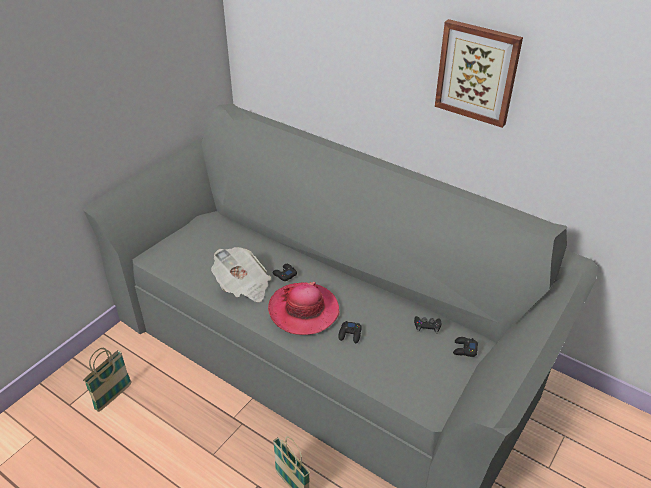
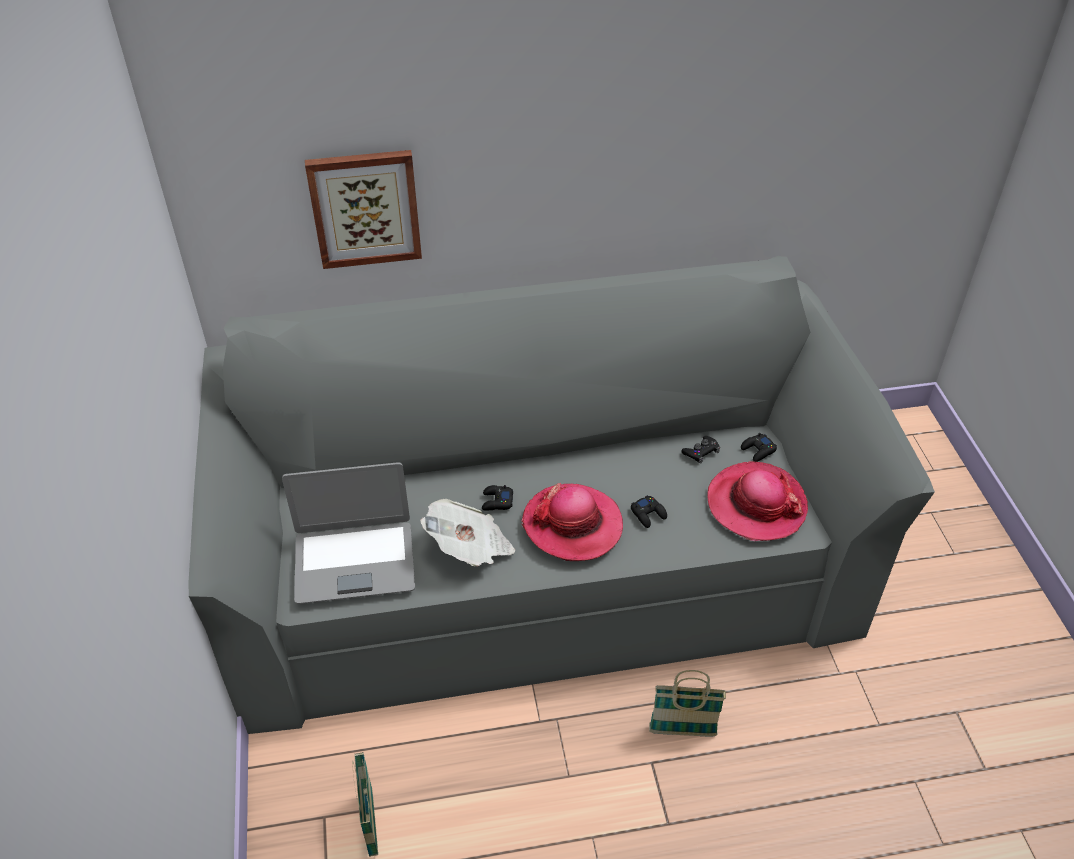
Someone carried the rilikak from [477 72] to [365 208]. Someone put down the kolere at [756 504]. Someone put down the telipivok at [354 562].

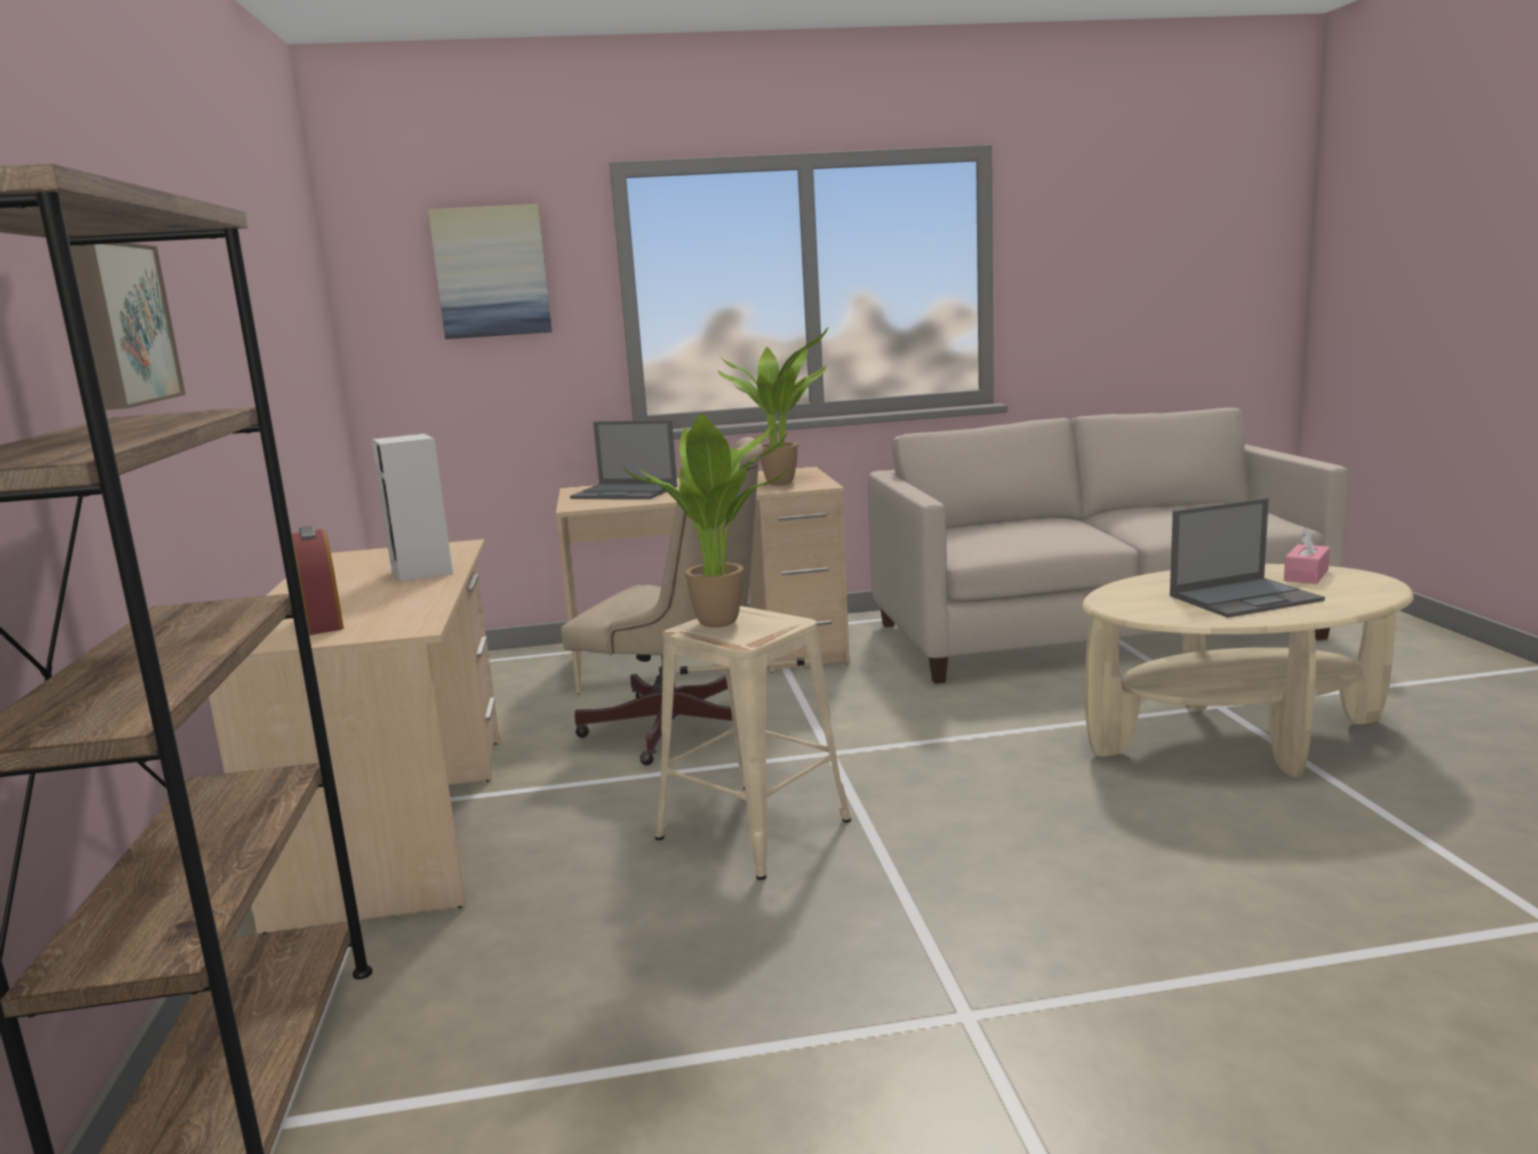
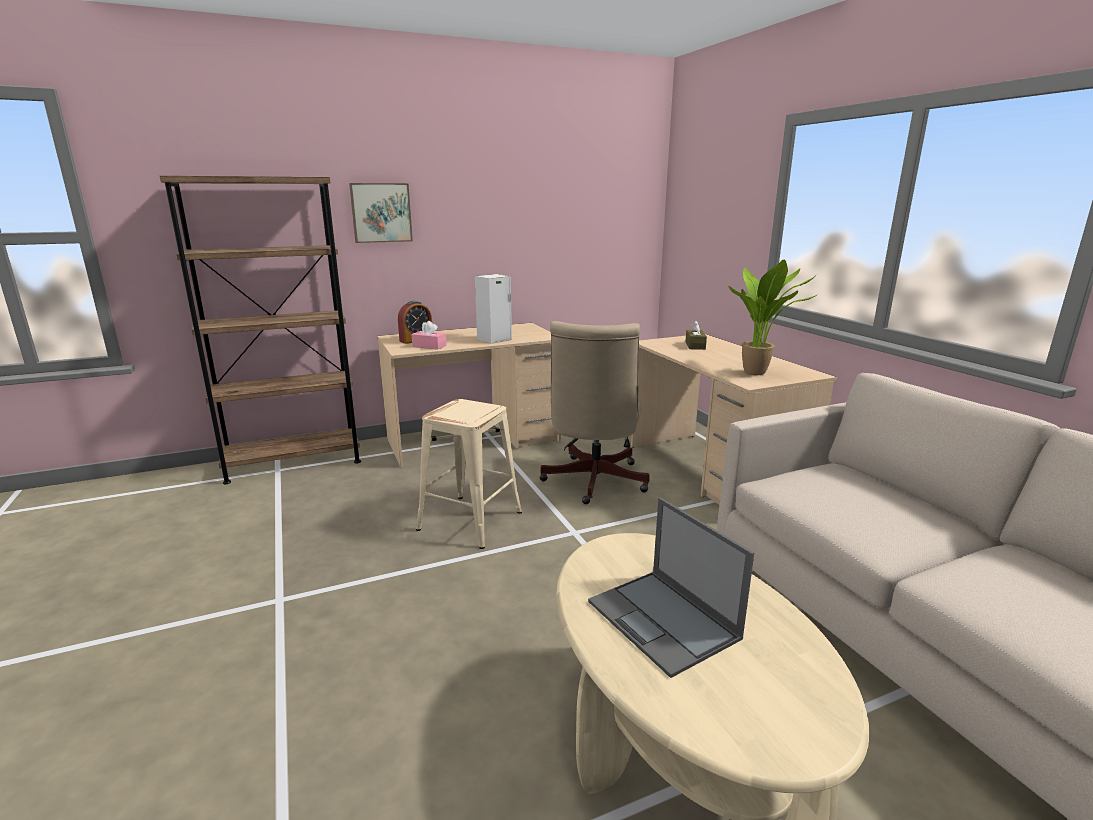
Someone took away the rilikak at [491 272]. Someone took away the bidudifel at [725 623]. Someone swapped the telipivok at [626 492] for the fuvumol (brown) at [695 345]. Someone carried the fuvumol (pink) from [1306 575] to [429 346].

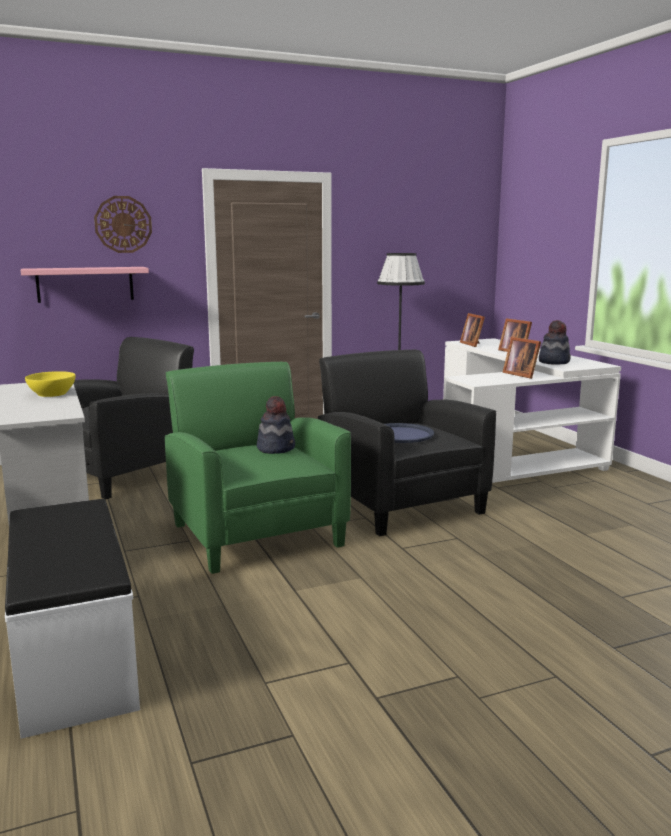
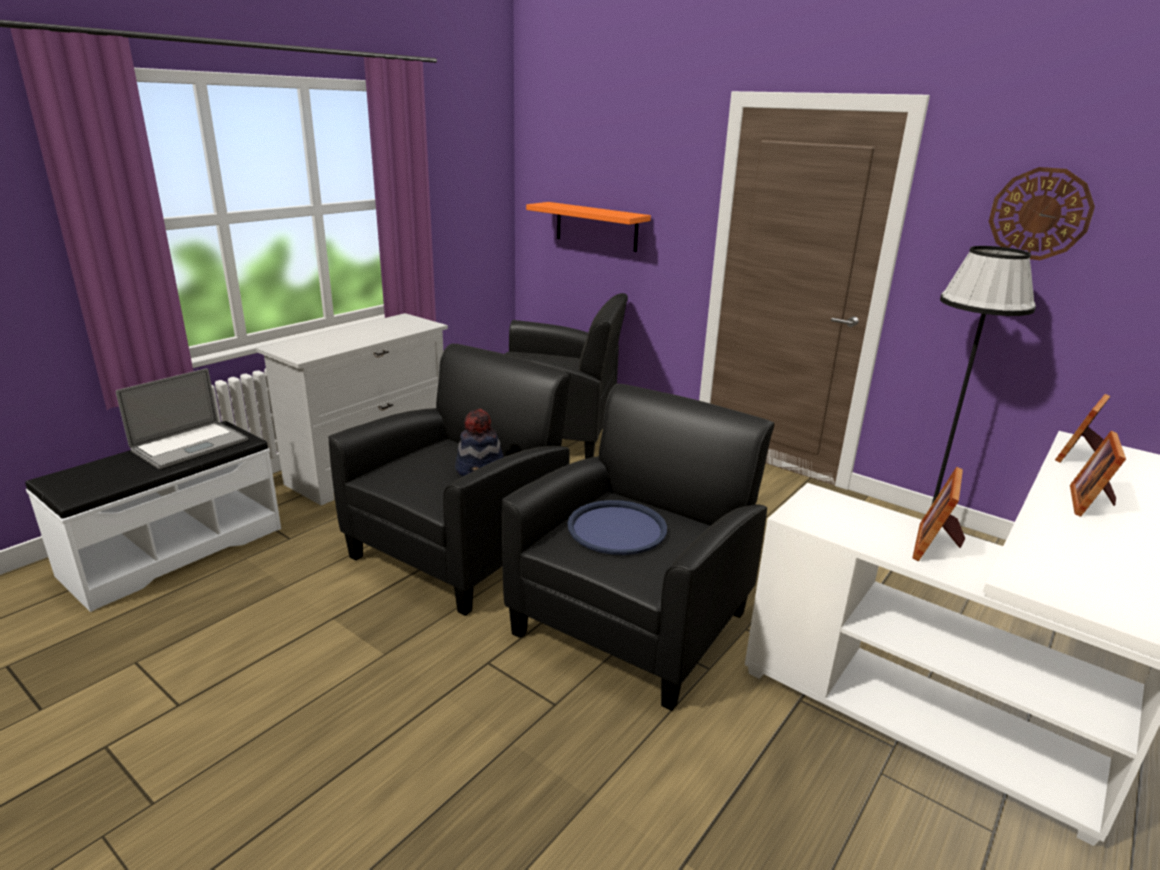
Someone carried the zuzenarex from [123 224] to [1040 214]. Someone repainted the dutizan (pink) at [85 284], which became the dutizan (orange) at [596 226]. Someone took away the kolere at [554 362]. Someone repainted the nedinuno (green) at [256 534], which became the nedinuno (black) at [460 549]. Someone took away the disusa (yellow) at [51 394]. Someone put down the telipivok at [190 445].

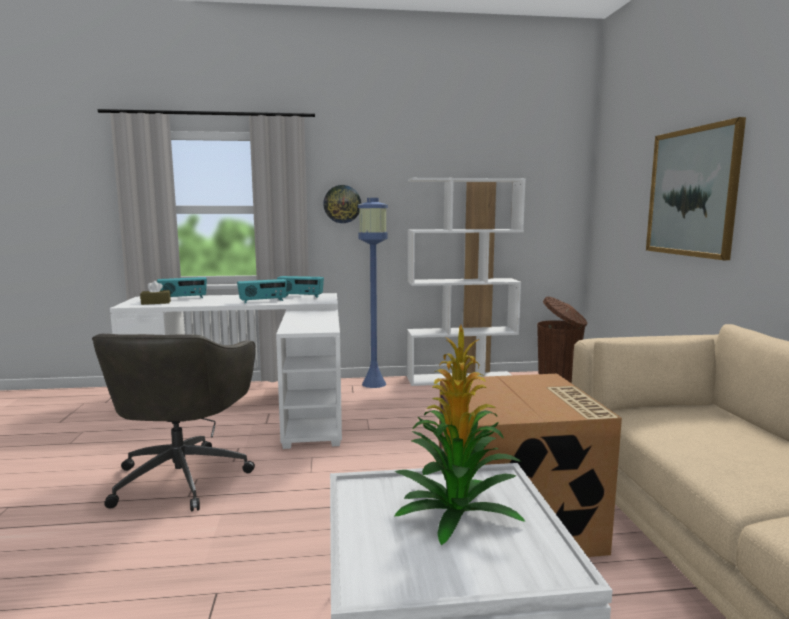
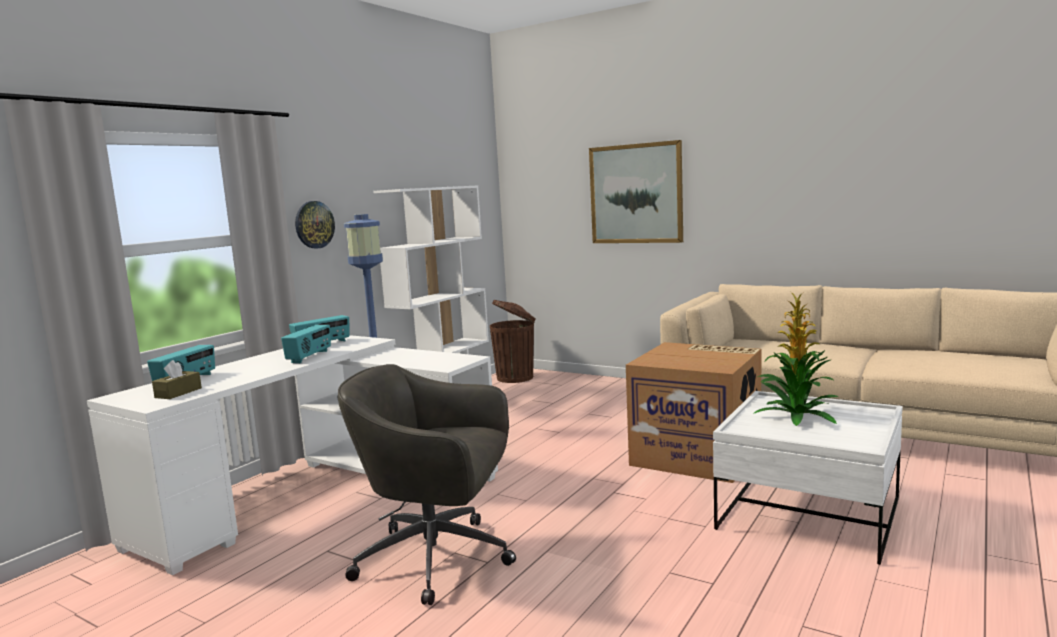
Someone rotated the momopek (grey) at [182 477] by 150 degrees clockwise.

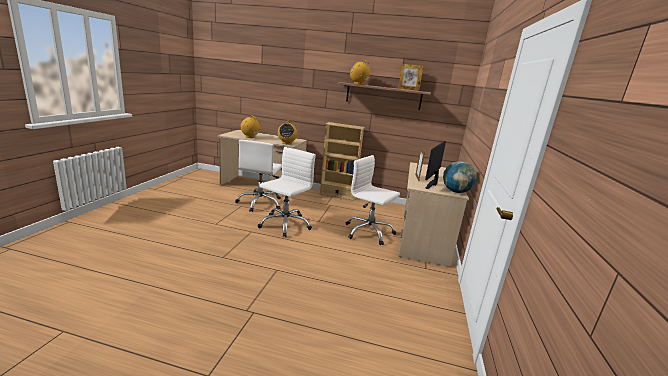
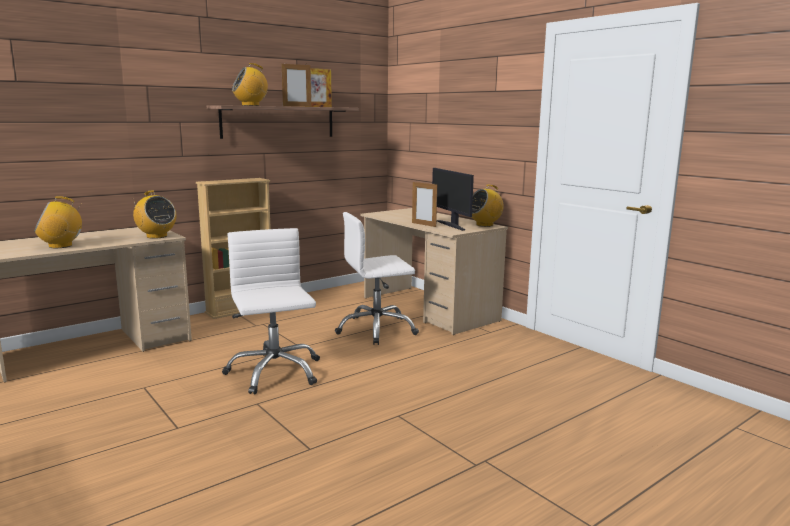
Someone took away the momopek (white) at [260 203]. Someone swapped the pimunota at [456 192] for the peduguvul at [485 225]. Someone put down the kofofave at [297 106].

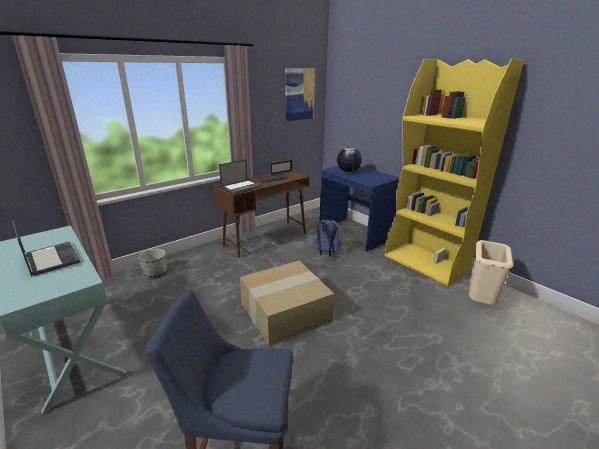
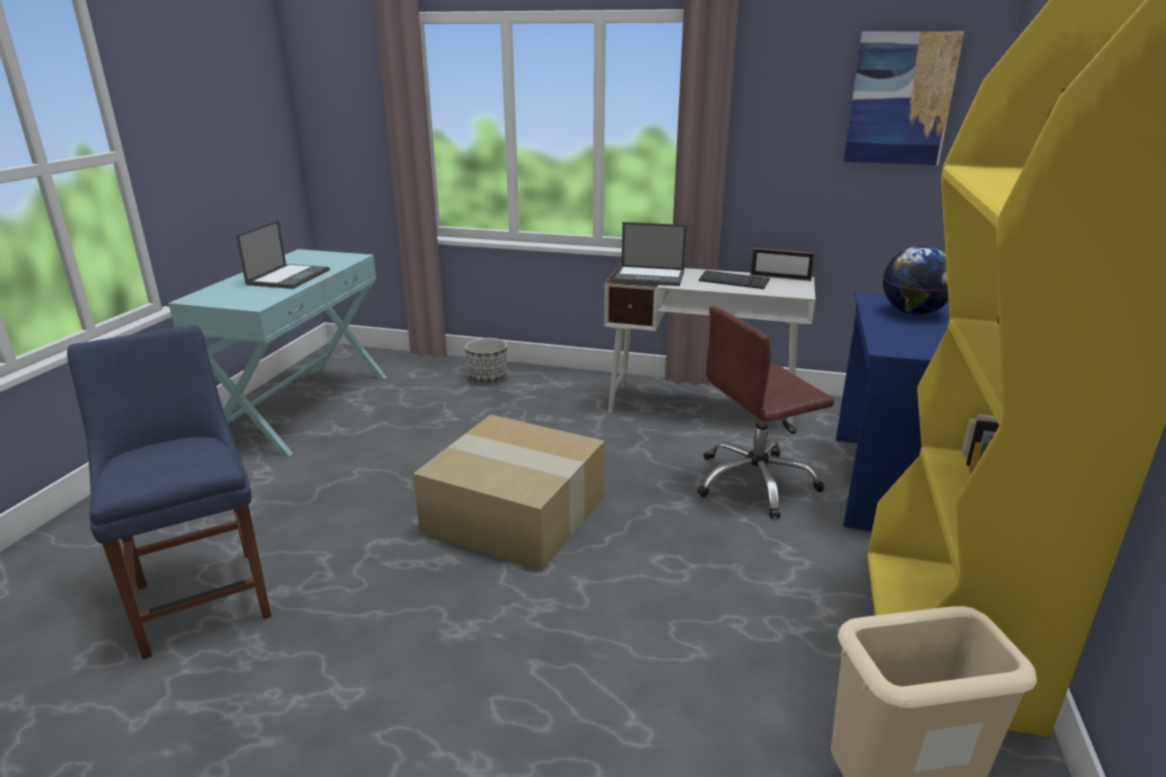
Someone repainted the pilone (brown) at [266 238], which became the pilone (white) at [702 408]. Someone swapped the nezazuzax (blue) at [326 253] for the momopek (brown) at [755 482].

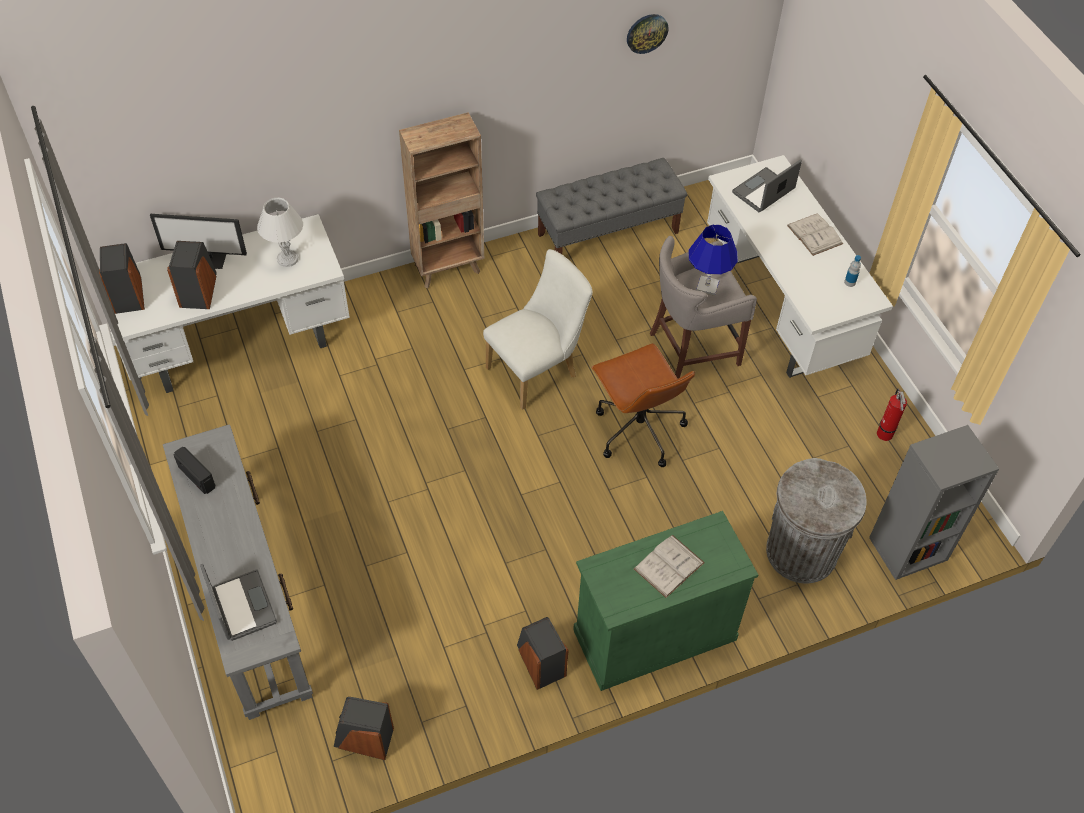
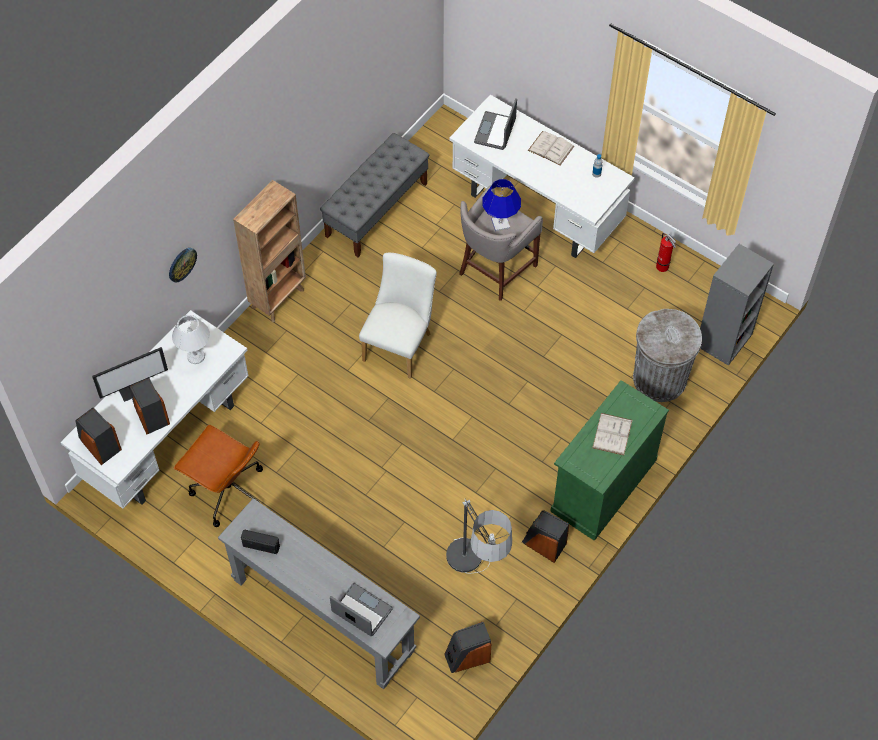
Someone carried the zuzenarex from [646 33] to [182 264]. Someone carried the momopek (brown) from [638 430] to [228 492]. Someone put down the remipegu at [476 581].

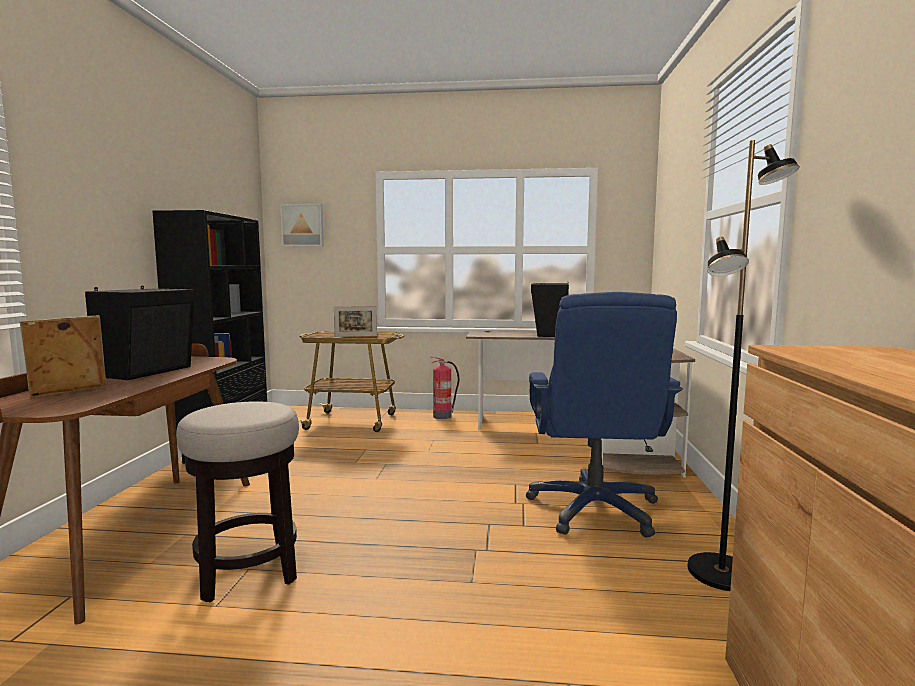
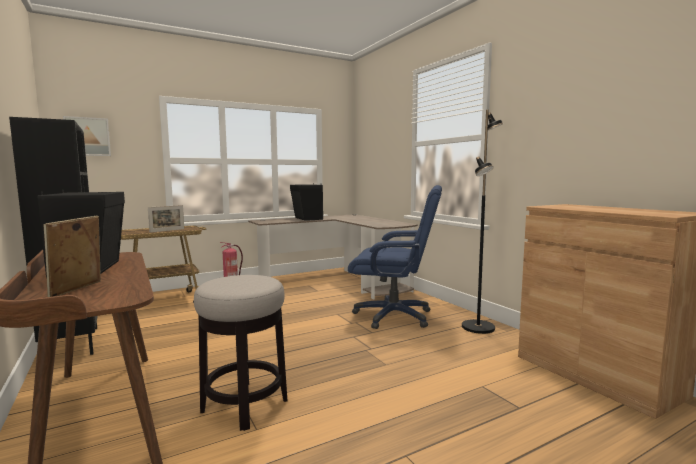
Someone rotated the momopek (blue) at [594 509] by 45 degrees counterclockwise.

